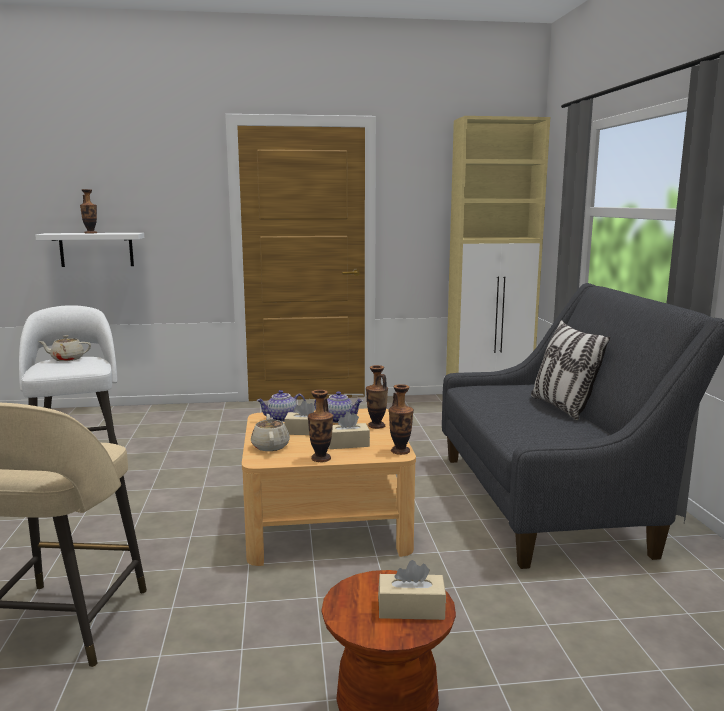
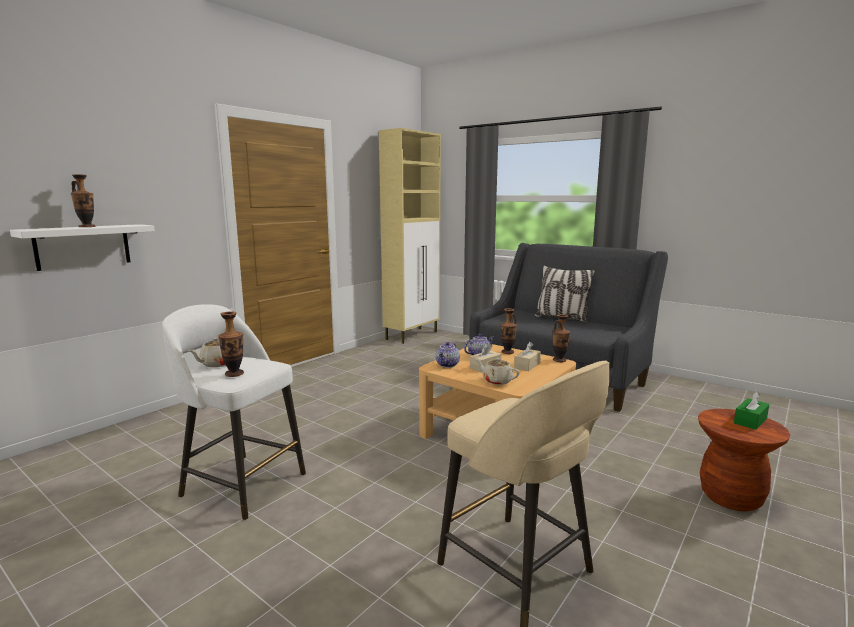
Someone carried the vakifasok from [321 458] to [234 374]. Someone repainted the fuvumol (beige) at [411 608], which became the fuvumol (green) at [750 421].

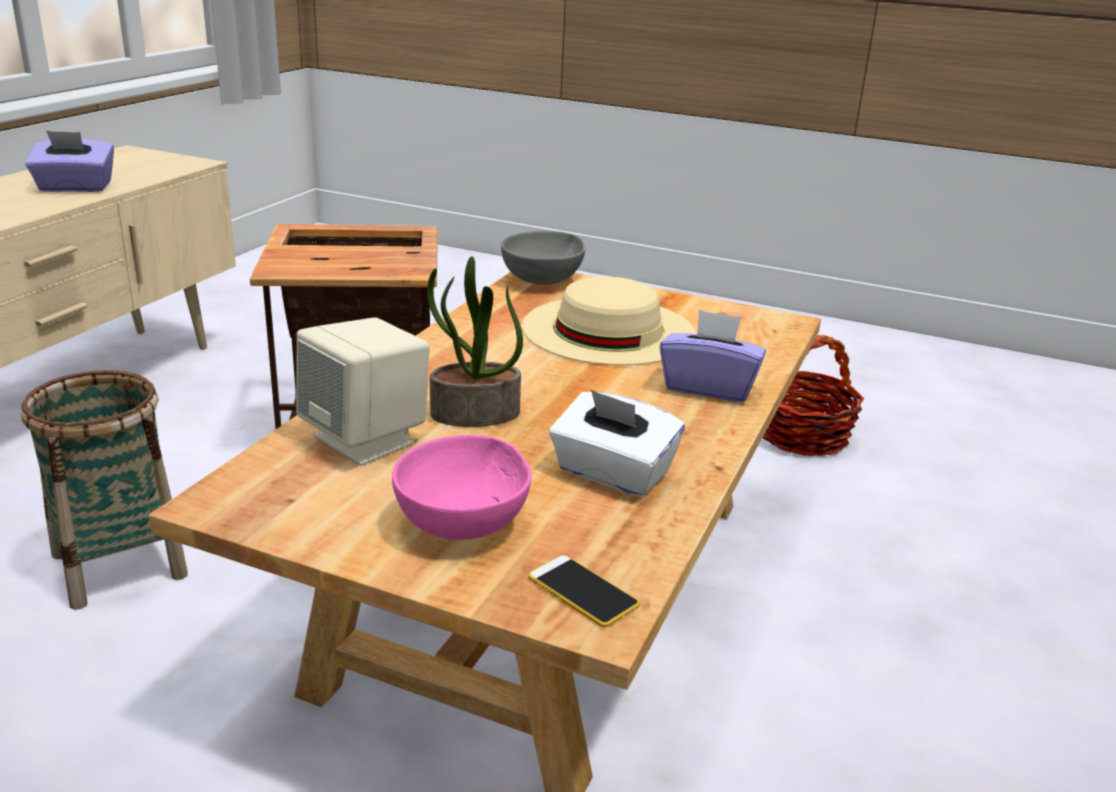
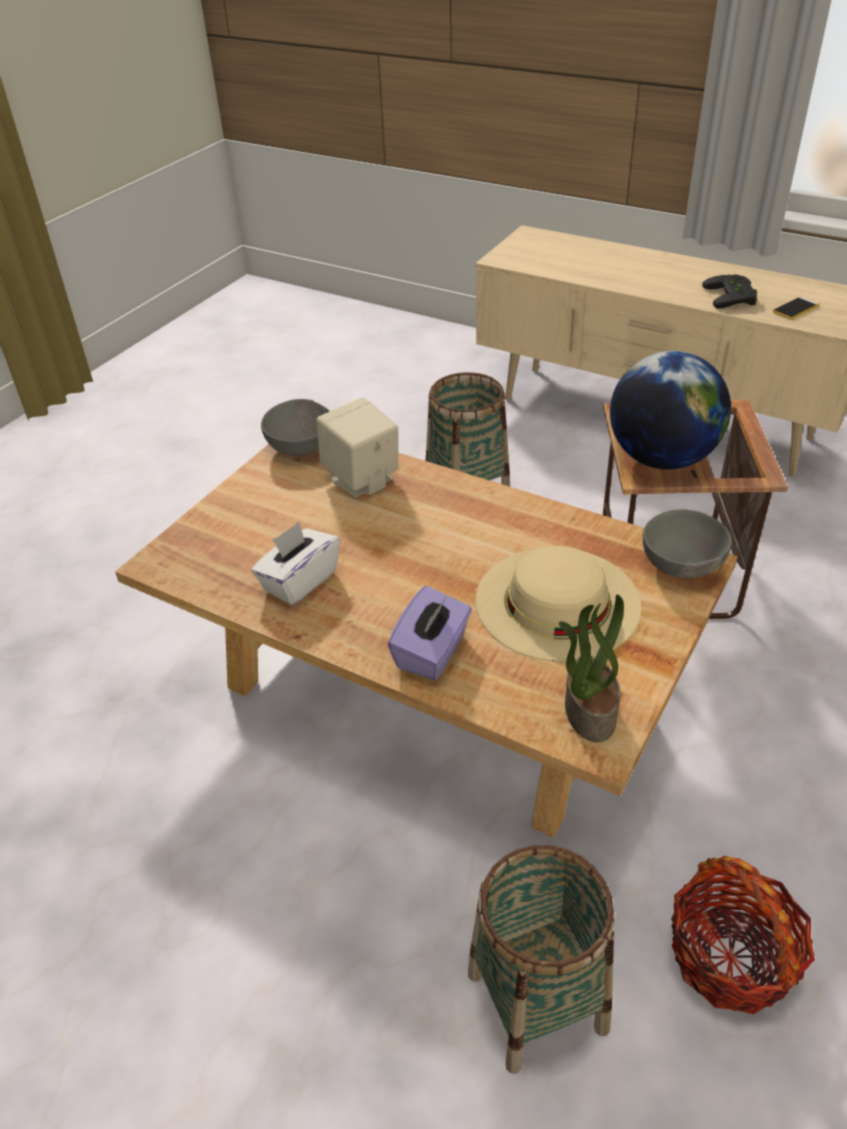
Someone swapped the fuvumol (purple) at [75 187] for the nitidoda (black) at [733 296]. Someone carried the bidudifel from [474 414] to [588 710]. Someone took away the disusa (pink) at [466 523]. Someone carried the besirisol from [582 592] to [795 308]. Someone put down the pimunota at [661 458]. Someone put down the disusa (grey) at [302 446]. Someone put down the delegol at [536 1001].

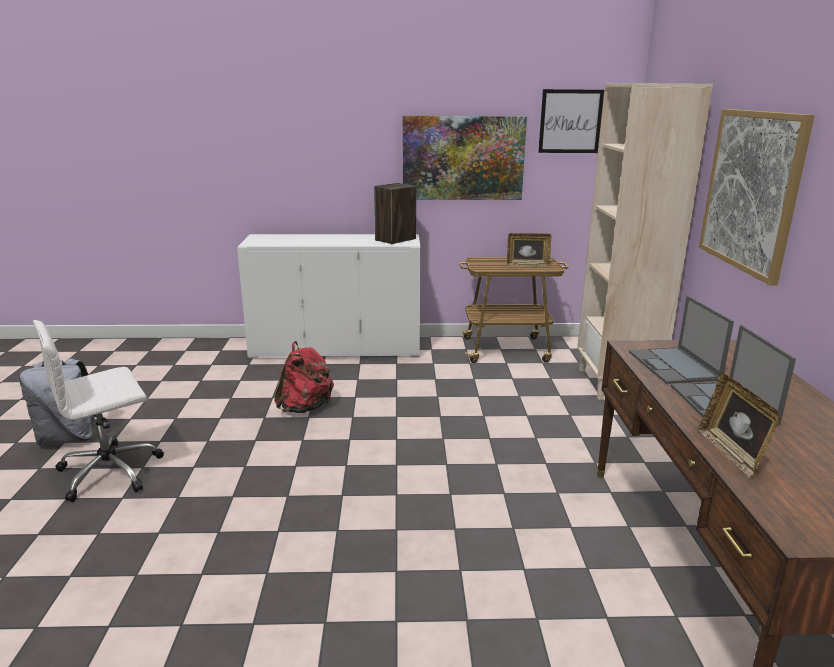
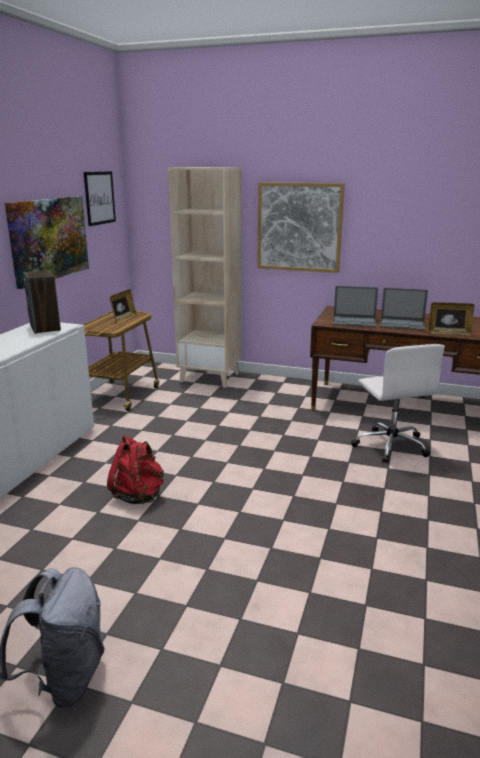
Someone carried the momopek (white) from [112 471] to [390 445].

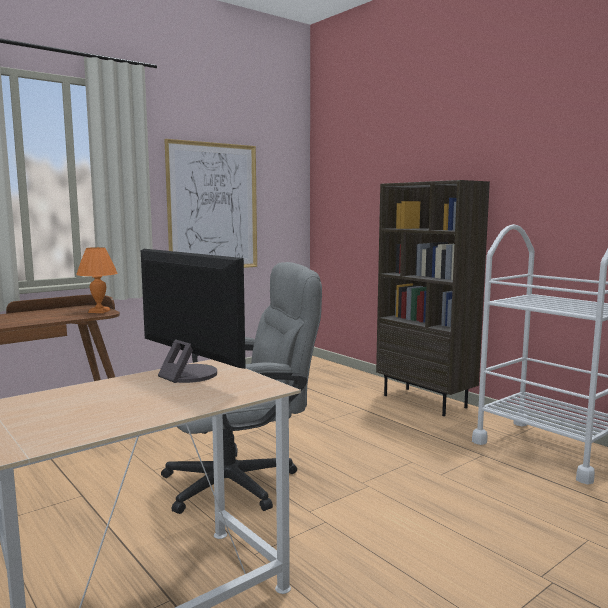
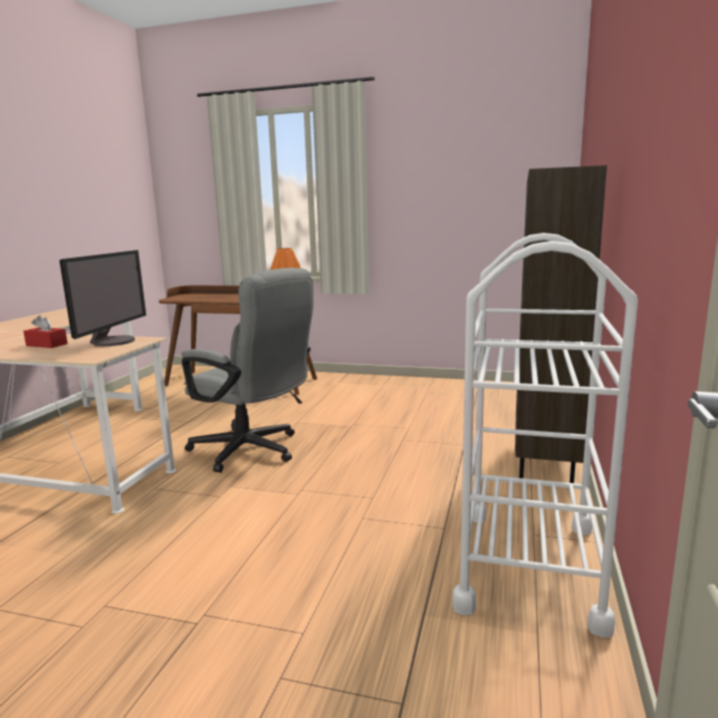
Someone took away the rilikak at [213 207]. Someone put down the fuvumol (red) at [46 345].

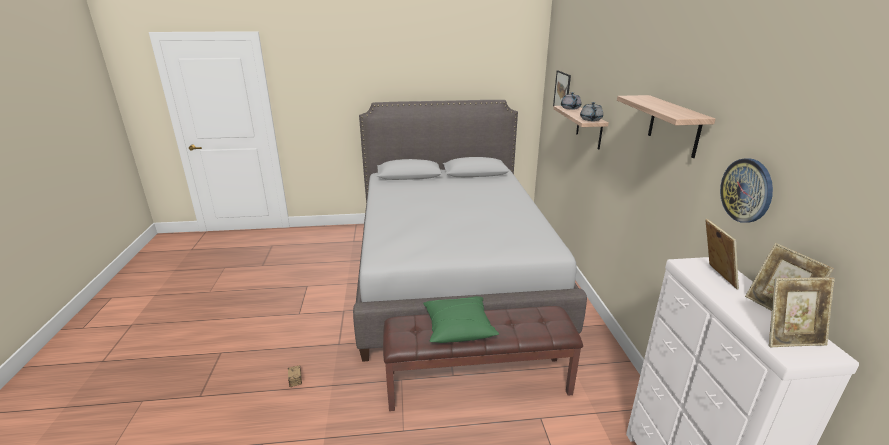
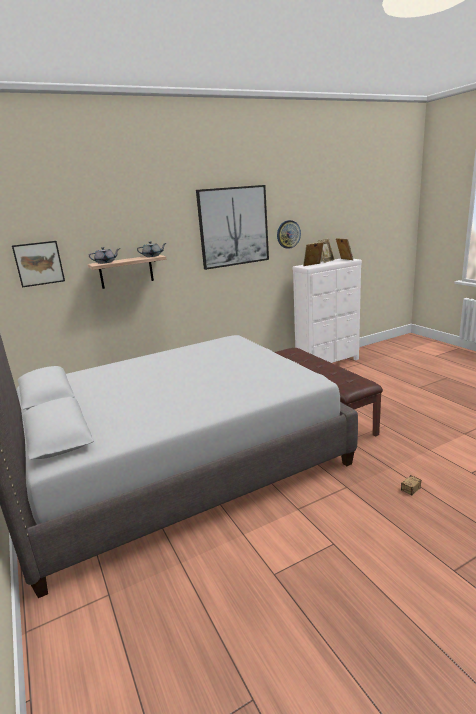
Someone swapped the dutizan at [674 126] for the rilikak at [233 226]. Someone took away the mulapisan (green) at [458 328].

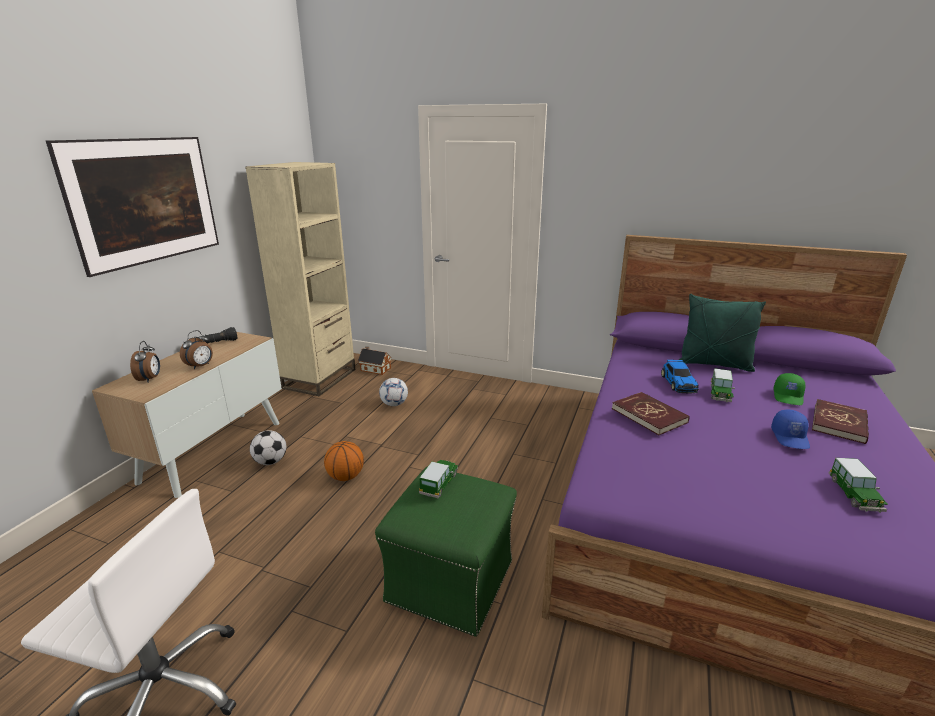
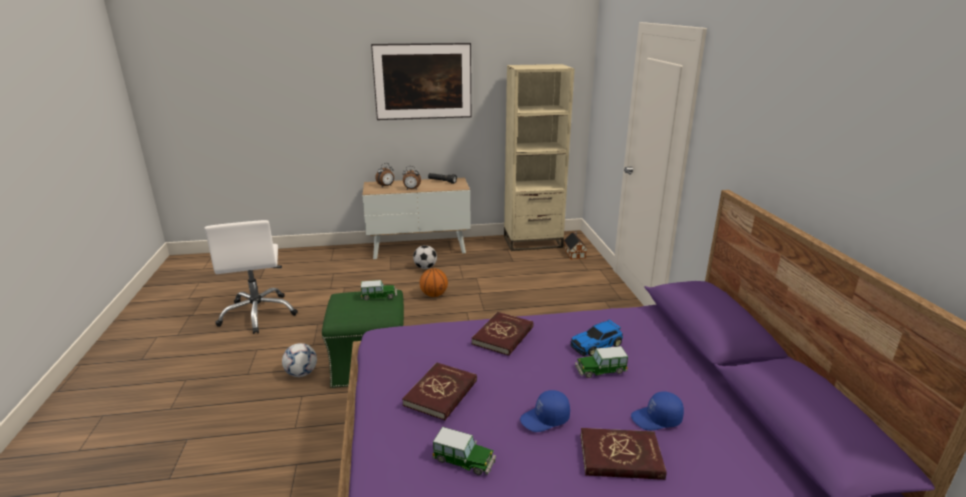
Someone took away the mulapisan (green) at [714 364]. Someone repainted the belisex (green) at [788 397], which became the belisex (blue) at [656 419]. Someone carried the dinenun from [394 404] to [301 373]. Someone rotated the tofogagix at [854 494] by 135 degrees counterclockwise. Someone put down the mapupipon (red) at [441 393].

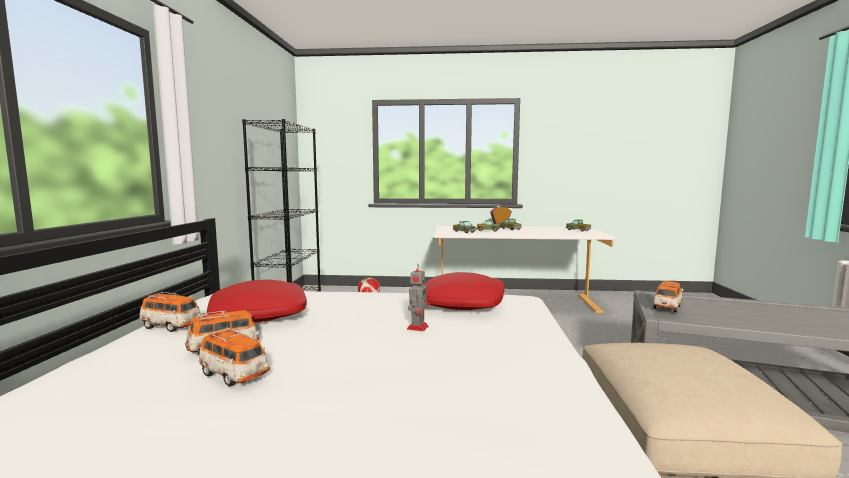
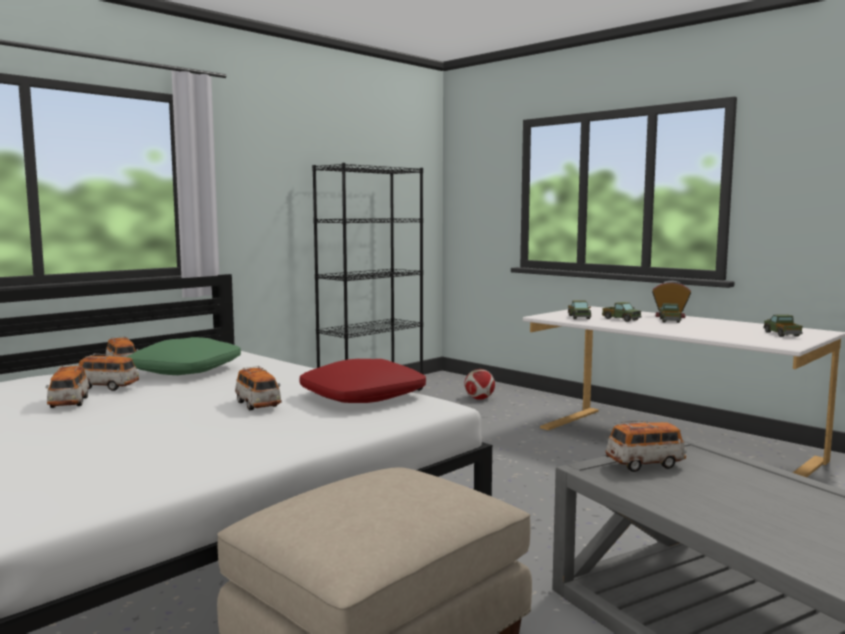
Someone swapped the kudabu at [418 327] for the tofogagix at [258 405]. Someone repainted the mulapisan (red) at [260 314], which became the mulapisan (green) at [186 370].

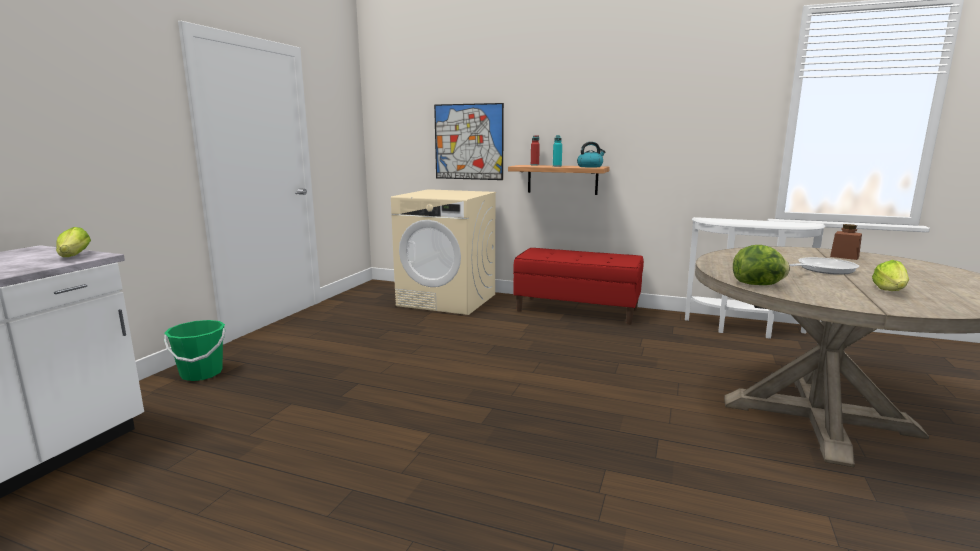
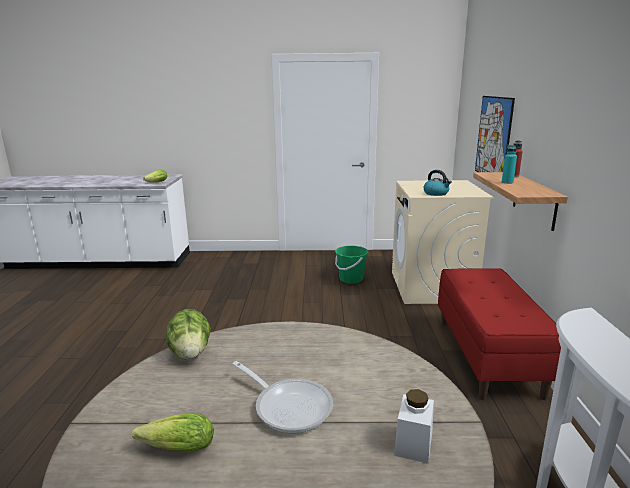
Someone carried the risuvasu from [590 166] to [436 193]. Someone repainted the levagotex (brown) at [844 256], which became the levagotex (white) at [413 444]. Someone carried the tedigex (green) from [201 373] to [351 279].

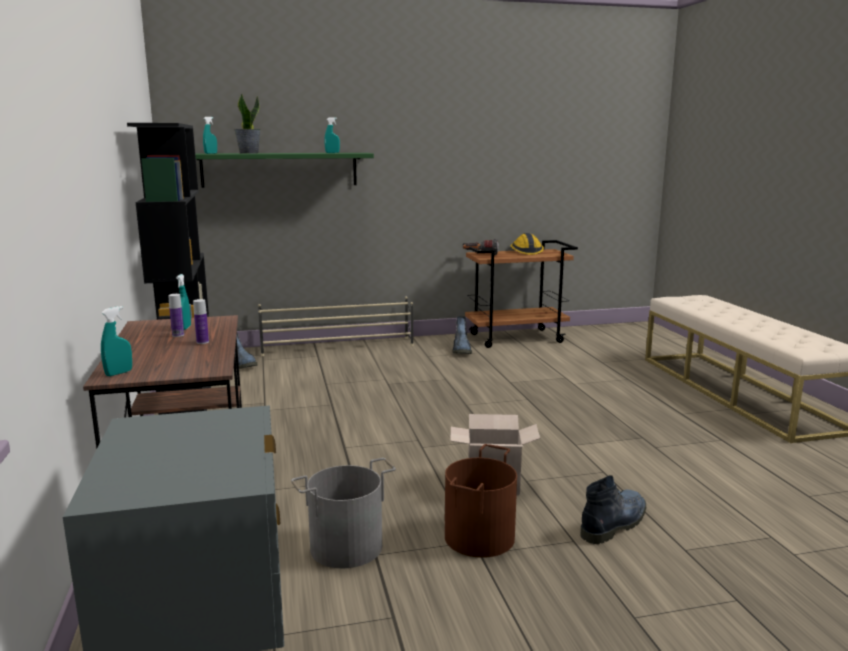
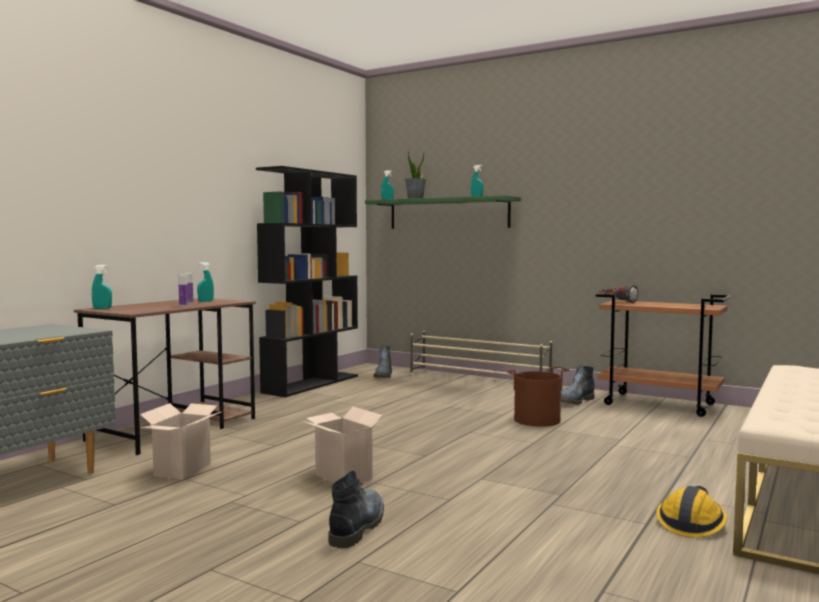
Someone carried the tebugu from [526 251] to [691 523]. Someone carried the tedigex (brown) from [480 537] to [537 420]. Someone swapped the tedigex (grey) at [347 547] for the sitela at [183 470]. Someone rotated the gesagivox at [614 523] by 75 degrees counterclockwise.

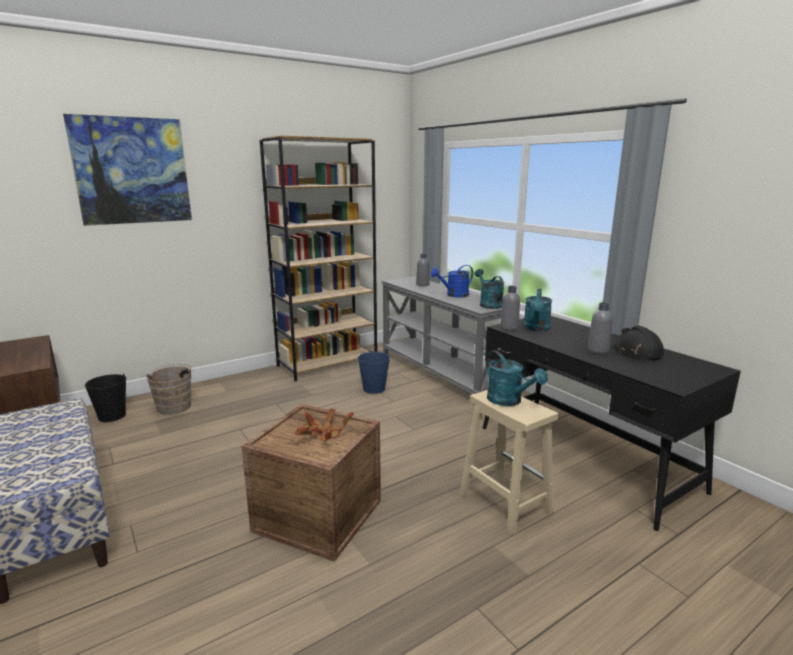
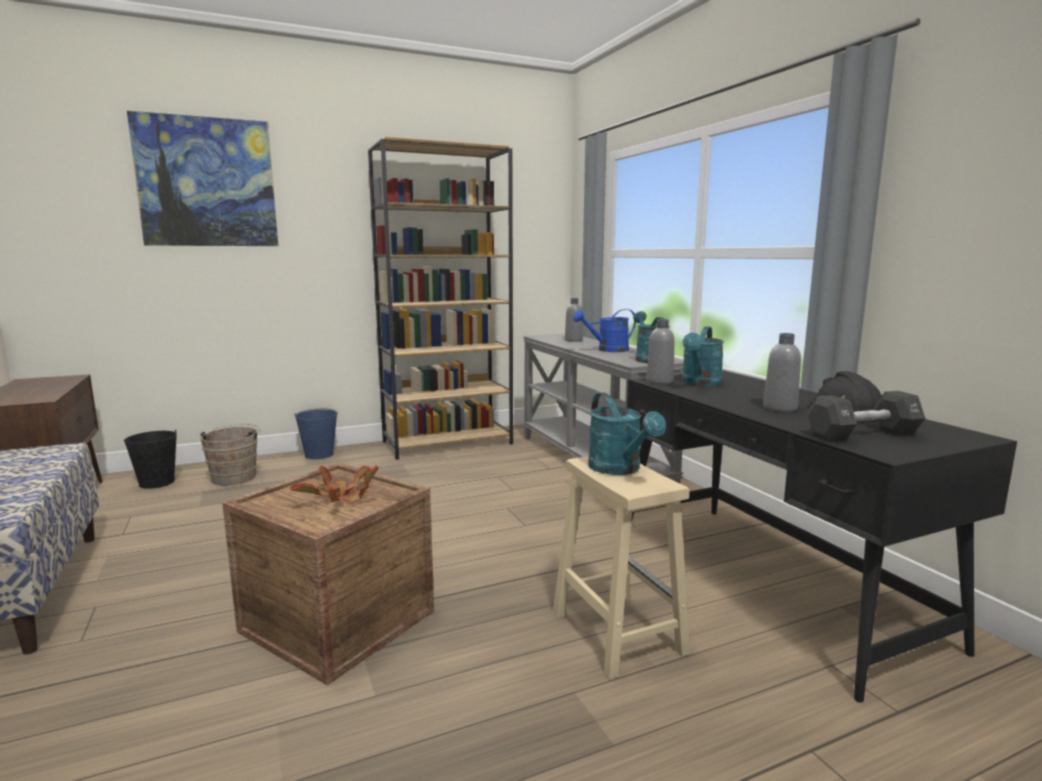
Someone carried the tedigex (blue) from [374 389] to [319 454]. Someone put down the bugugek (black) at [862 435].

